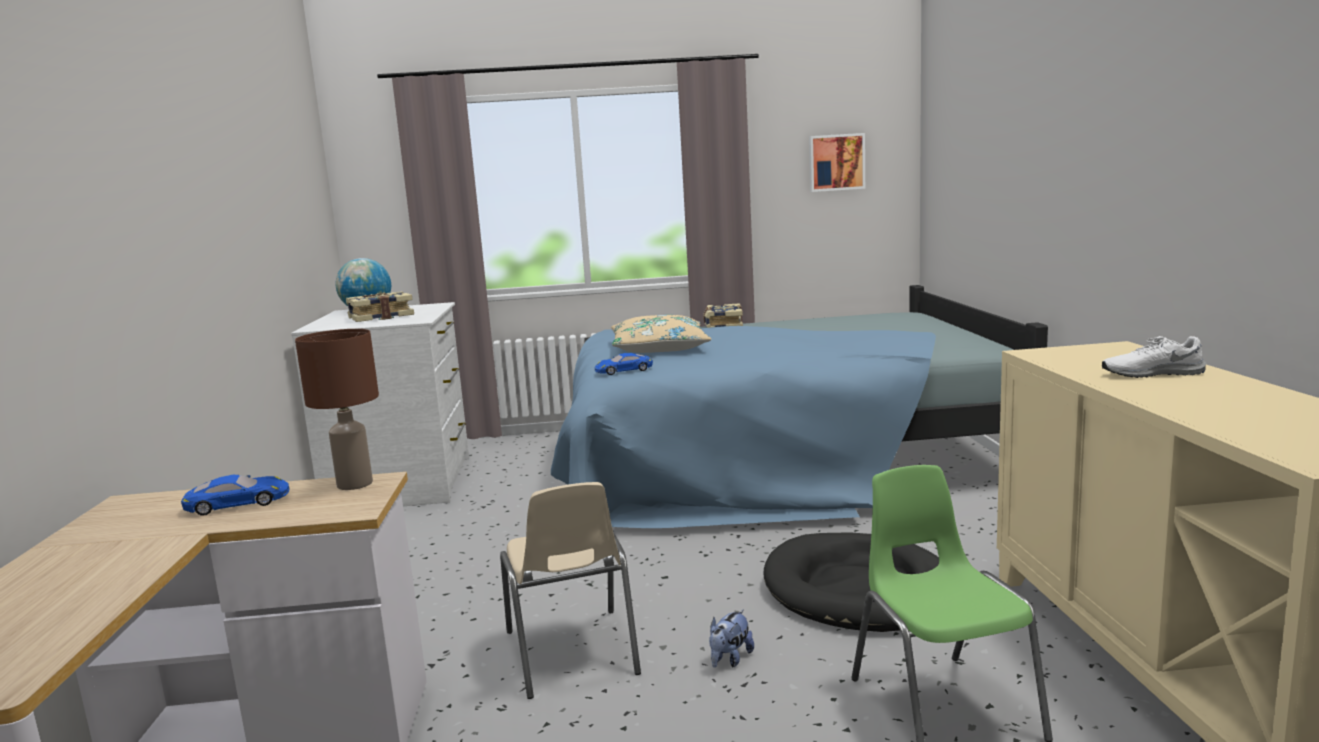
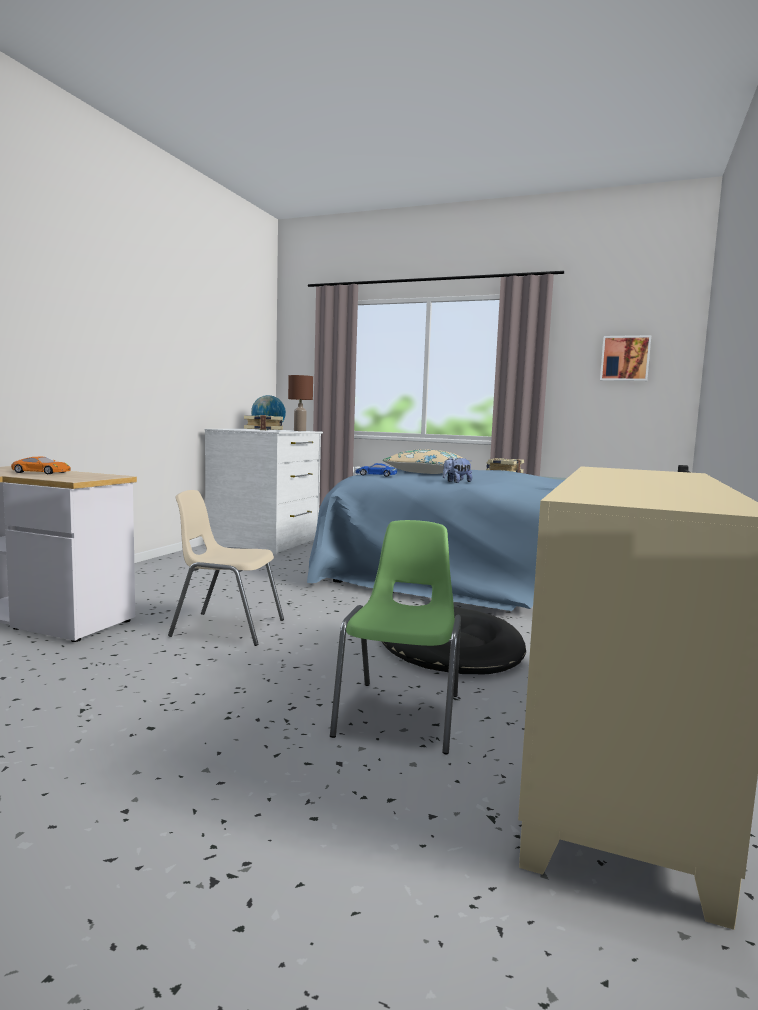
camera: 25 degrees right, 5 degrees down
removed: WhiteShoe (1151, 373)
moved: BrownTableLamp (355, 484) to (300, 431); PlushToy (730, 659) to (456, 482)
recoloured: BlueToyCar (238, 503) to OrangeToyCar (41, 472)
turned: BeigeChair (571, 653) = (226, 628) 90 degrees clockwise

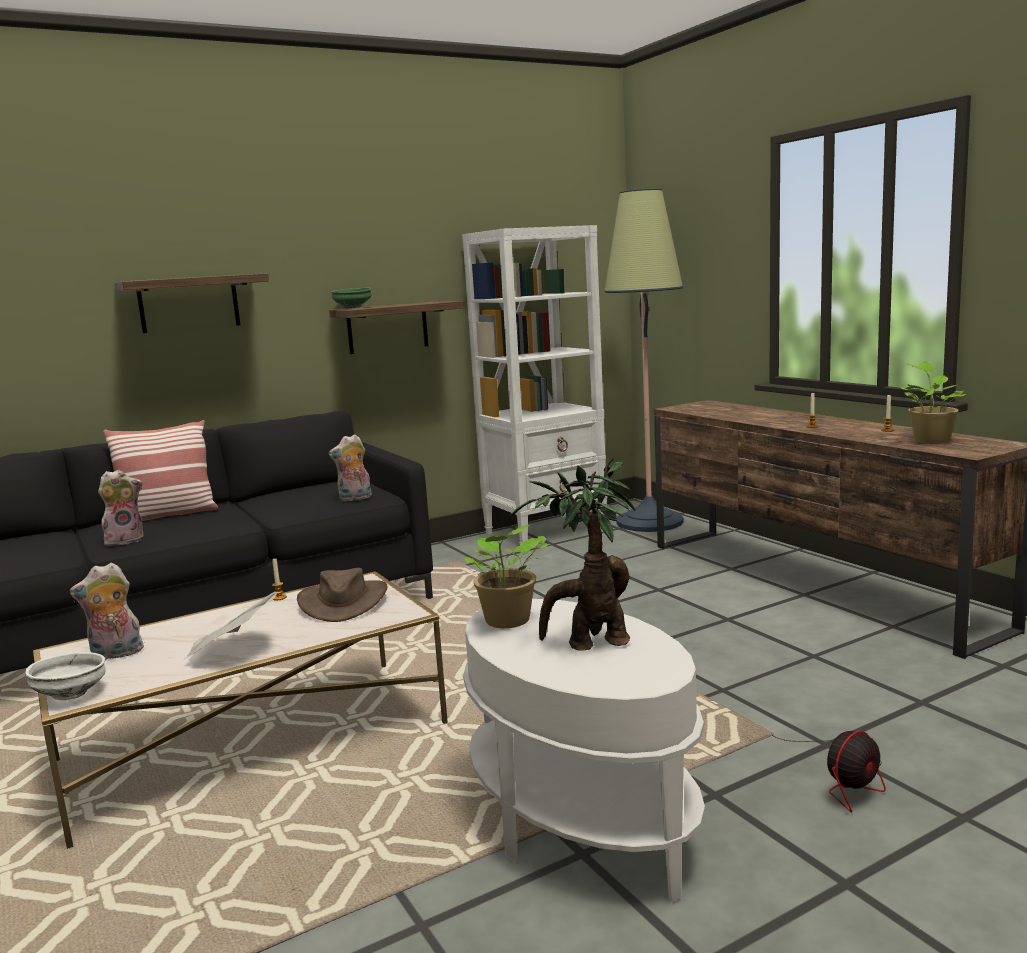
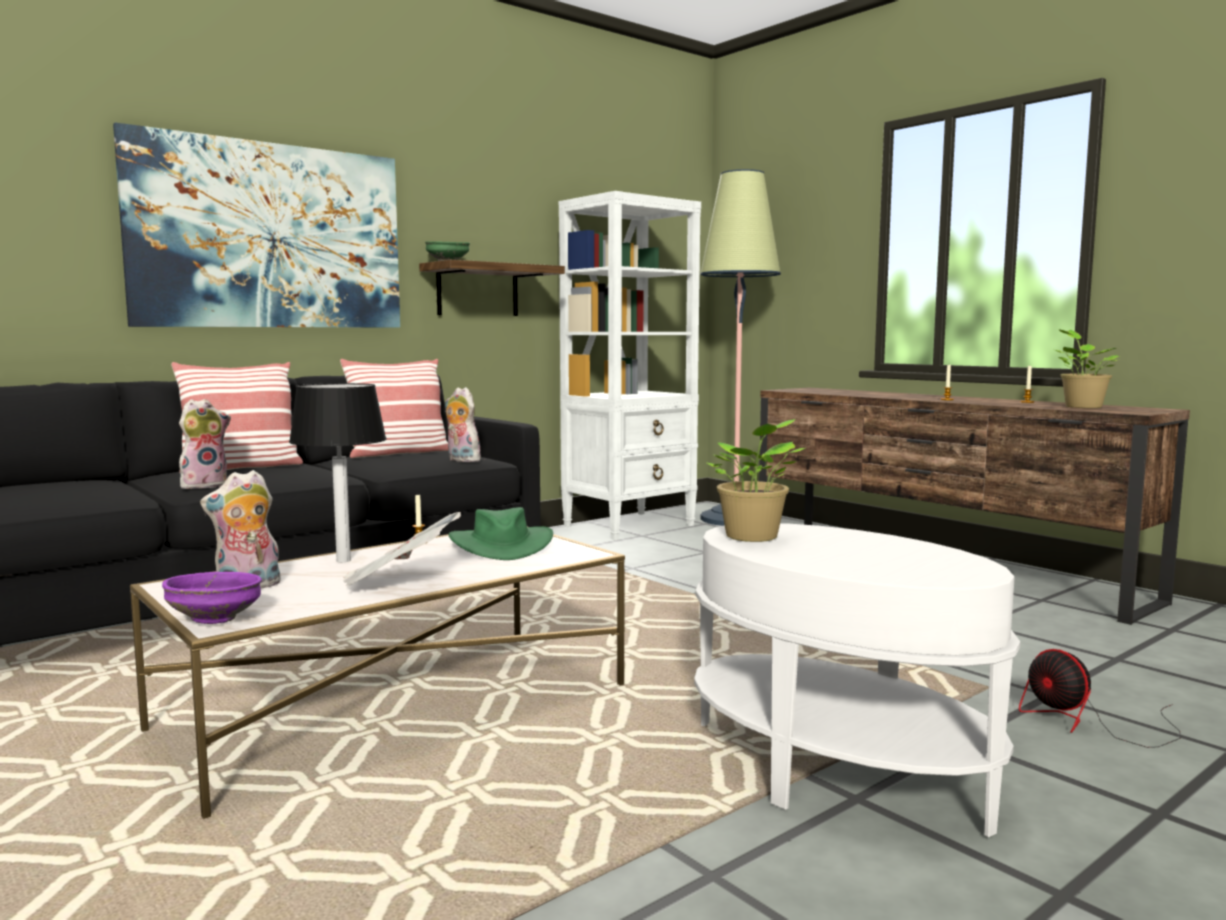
camera: 10 degrees left, 5 degrees down
removed: PottedPlant (590, 643)
added: Pillow (398, 453); TableLamp (344, 560)
replaced: Shelf (189, 304) to Picture (270, 236)
recoloured: BrownHat (343, 602) to GreenHat (501, 545); WhiteBowl (72, 694) to PurpleBowl (216, 619)
turned: PlushToy (355, 499) = (461, 460) 75 degrees clockwise; Fan (845, 779) = (1091, 723) 105 degrees clockwise

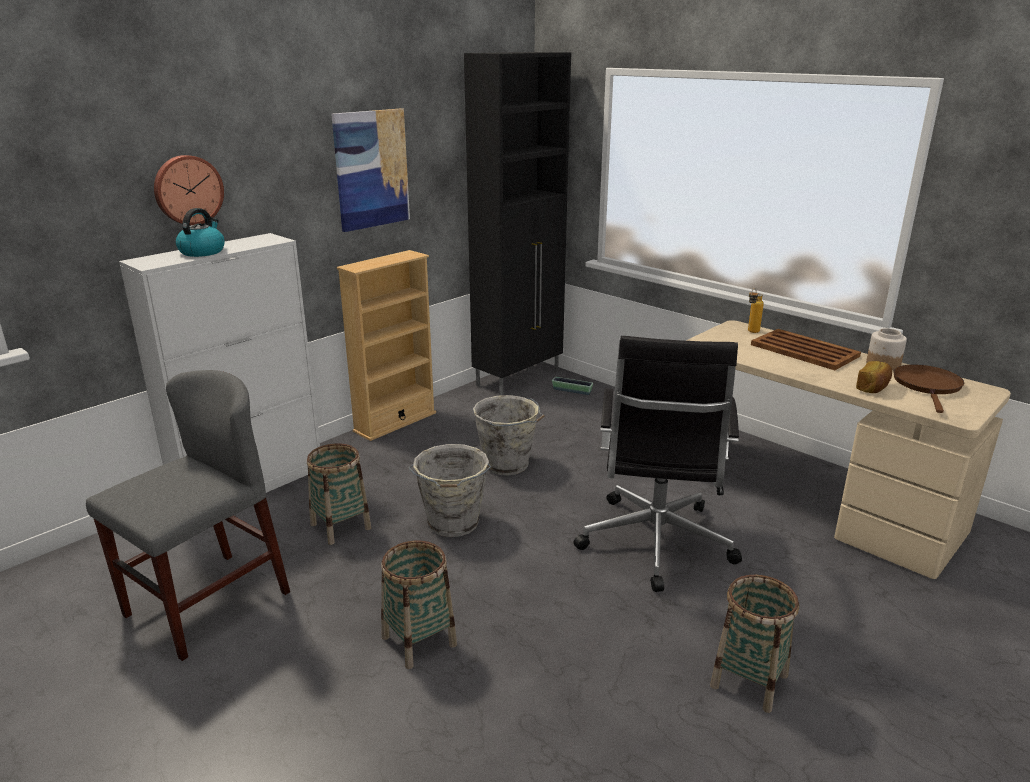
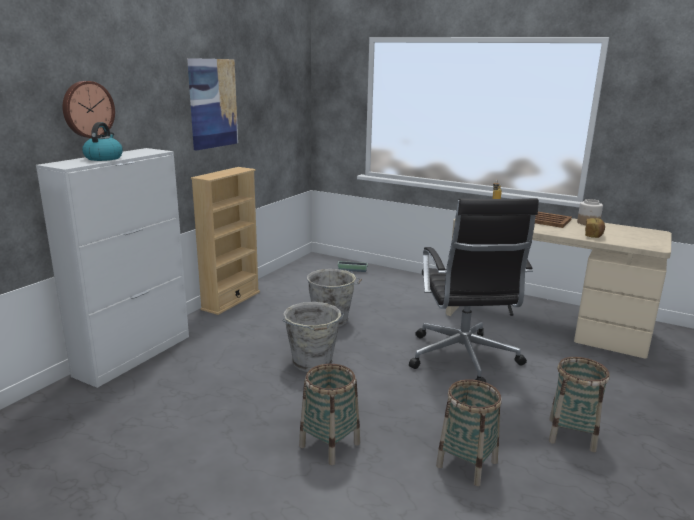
camera: 15 degrees left, 5 degrees down
removed: BlackCabinet (519, 378); BrownFryingPan (927, 386); GreyChair (207, 604)
moved: Basket (340, 526) to (466, 463)

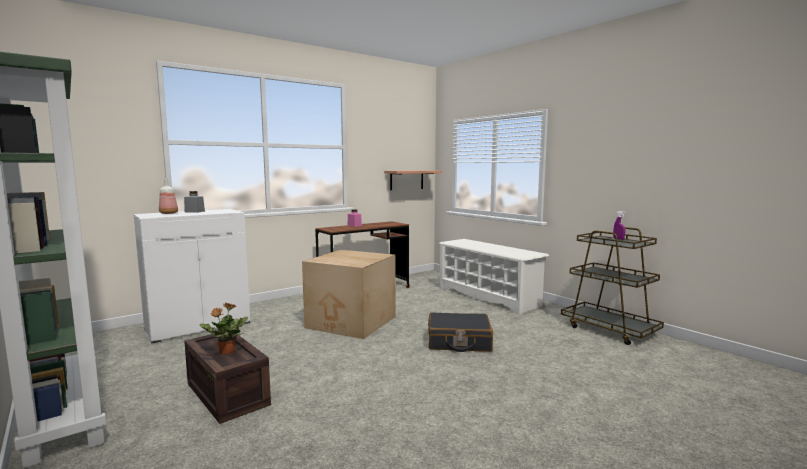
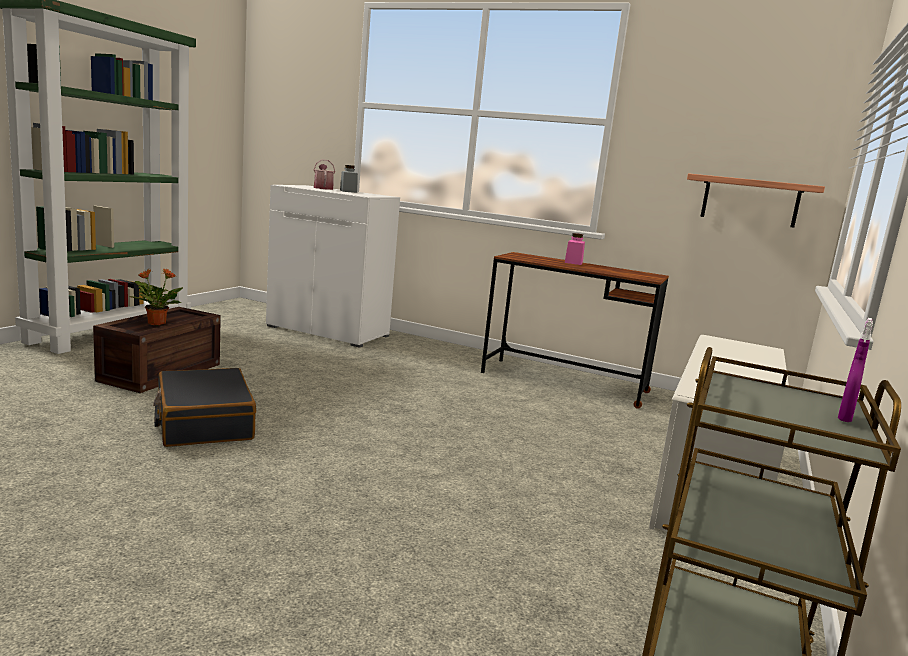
camera: 60 degrees right, 5 degrees up
removed: CardboardBox (351, 322)
moved: BlackSuitcase (459, 342) to (204, 422)
replaced: Bottle (168, 213) to WateringCan (323, 188)

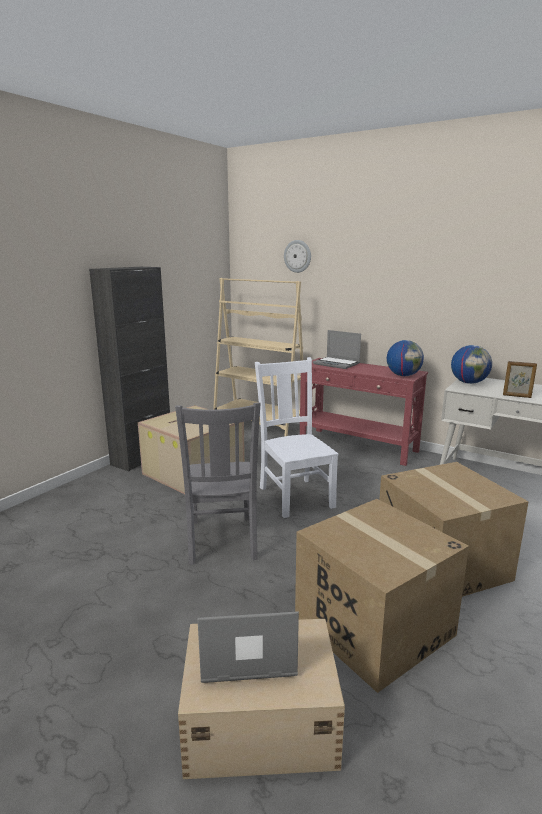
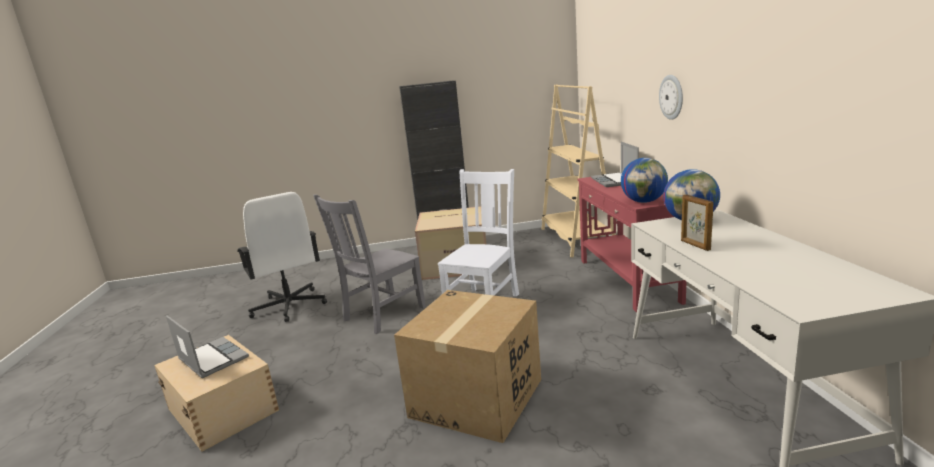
camera: 50 degrees right, 0 degrees up
removed: CardboardBox (373, 626)
added: WhiteOfficeChair (289, 306)
moved: WallClock (297, 256) to (672, 97)

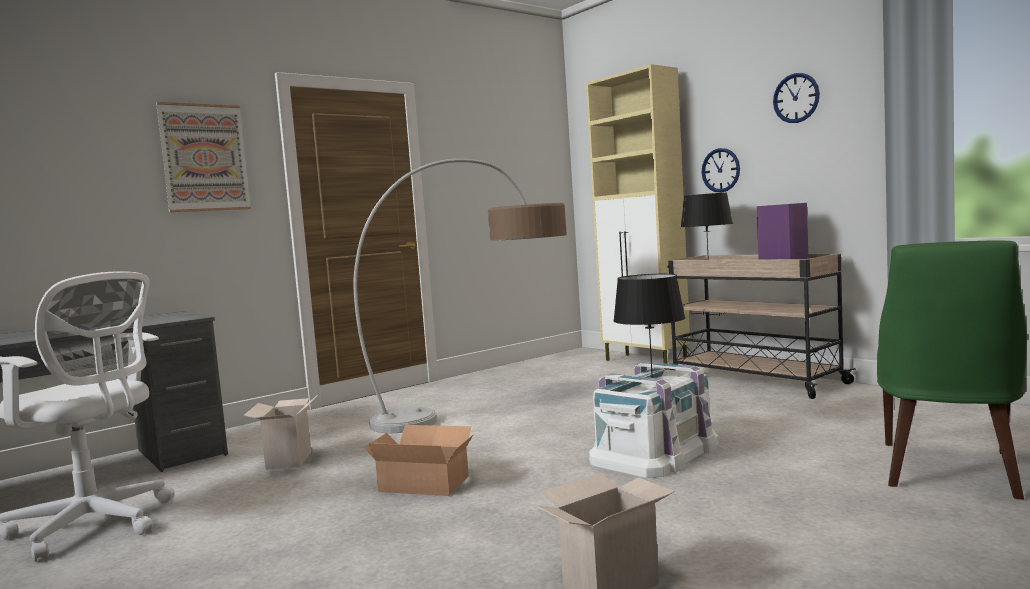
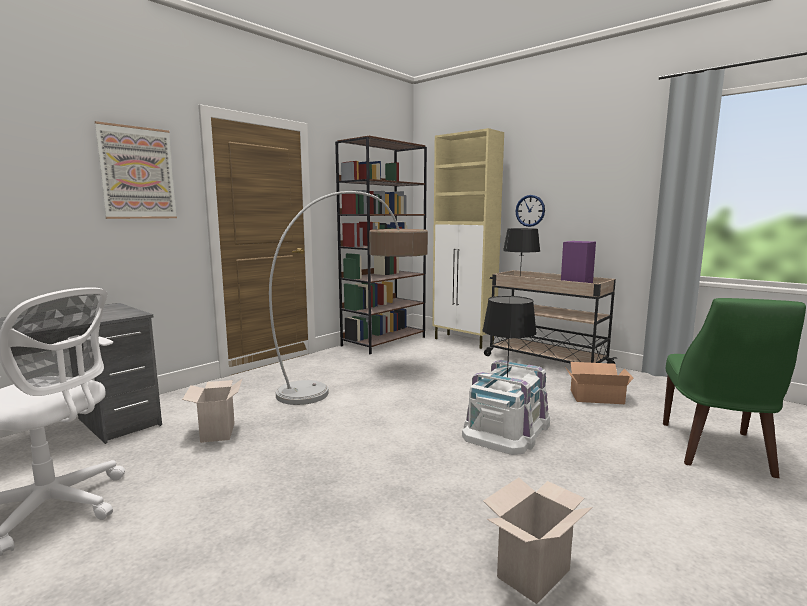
camera: 10 degrees left, 5 degrees up
removed: WallClock (796, 98)
added: BrownBookcase (384, 341)
moved: CardboardBox (423, 483) to (595, 396)

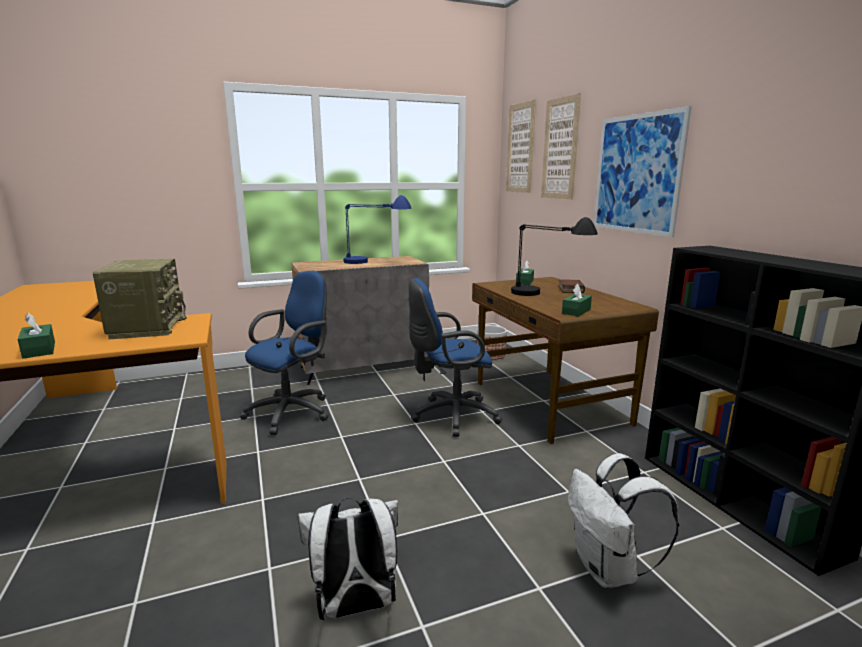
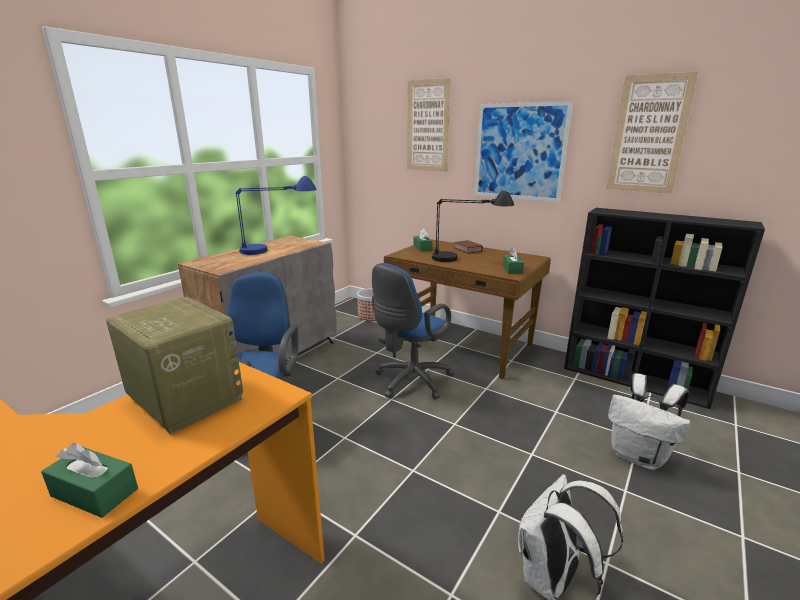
camera: 35 degrees left, 5 degrees up
moved: Picture (520, 148) to (648, 135)

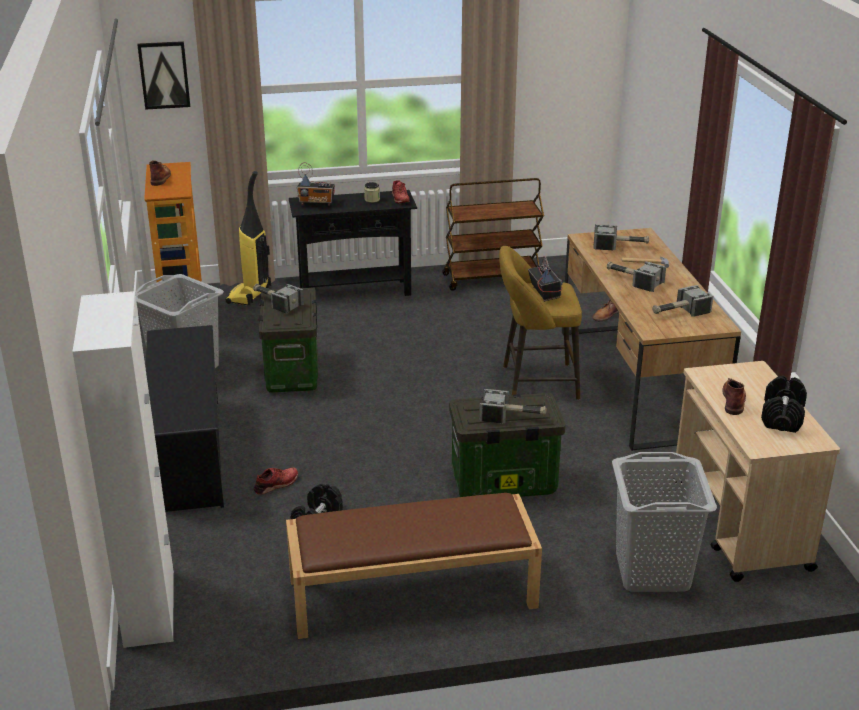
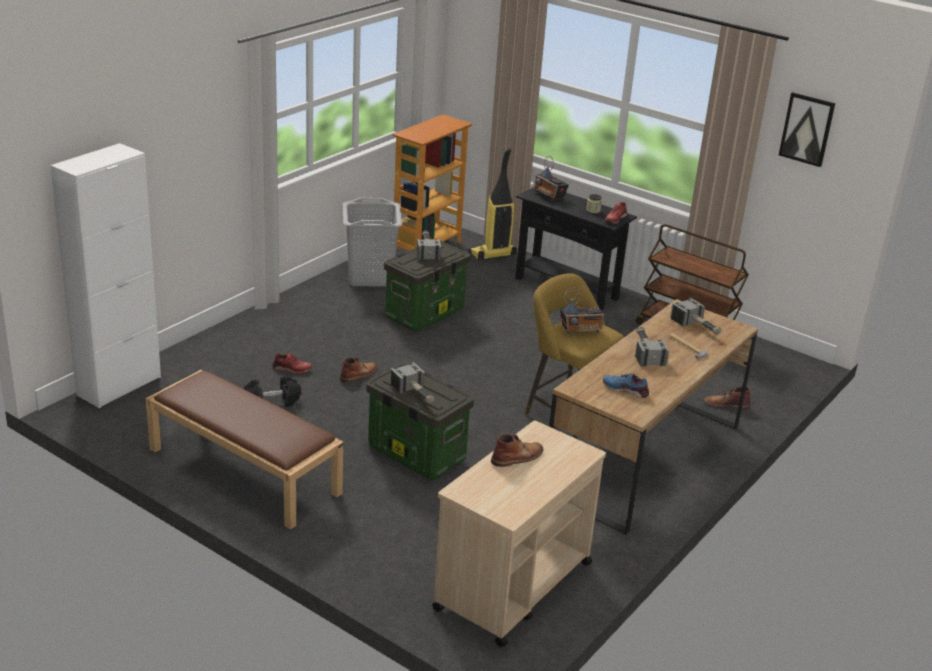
camera: 45 degrees right, 0 degrees up
removed: BlackShoeRack (189, 453); BlackDumbbell (781, 417); GreyLaundryBasket (653, 570)
moved: Picture (164, 75) to (807, 129); BrownBoot (160, 177) to (359, 374)
replaced: Hammer (678, 312) to BlueShoe (625, 389)
turned: Radio (544, 293) = (581, 330) 45 degrees clockwise

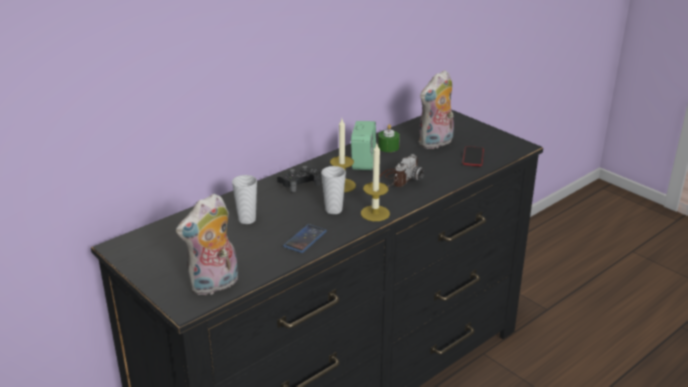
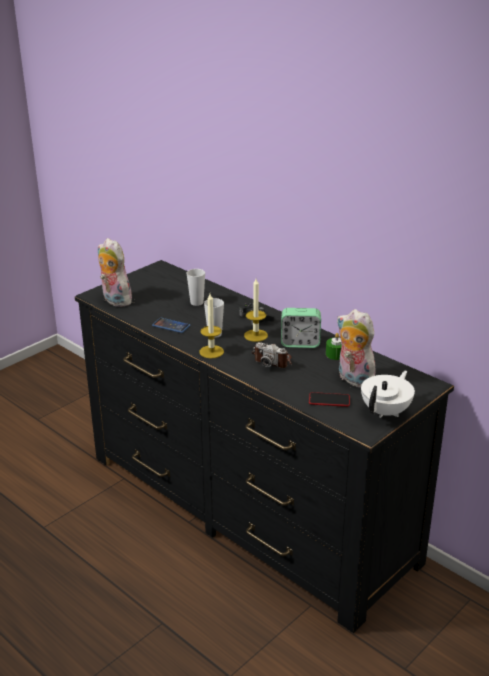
camera: 85 degrees right, 0 degrees up
added: WhiteTeapot (386, 411)

